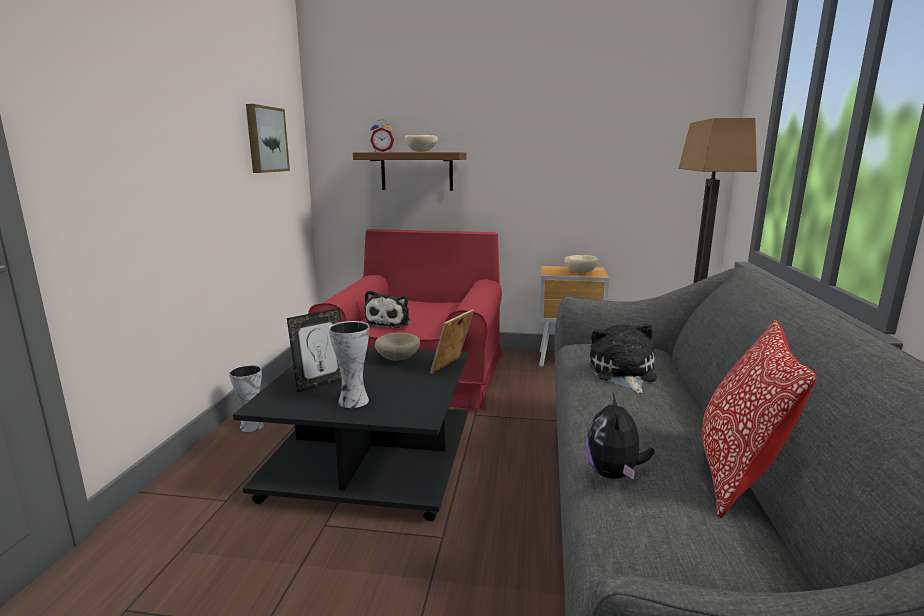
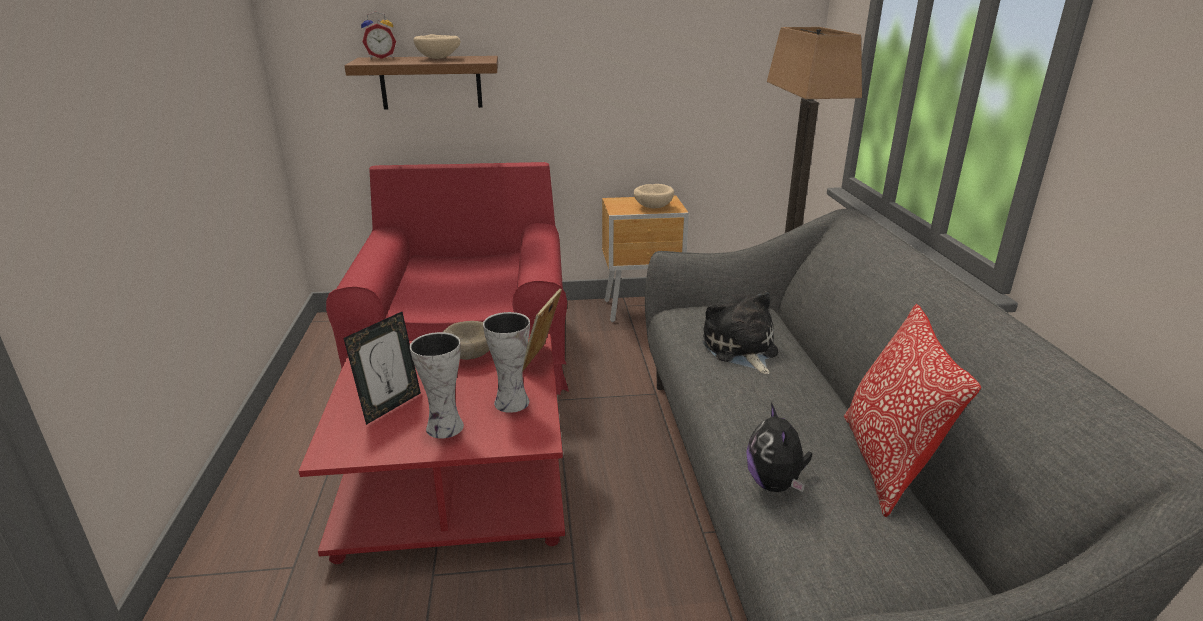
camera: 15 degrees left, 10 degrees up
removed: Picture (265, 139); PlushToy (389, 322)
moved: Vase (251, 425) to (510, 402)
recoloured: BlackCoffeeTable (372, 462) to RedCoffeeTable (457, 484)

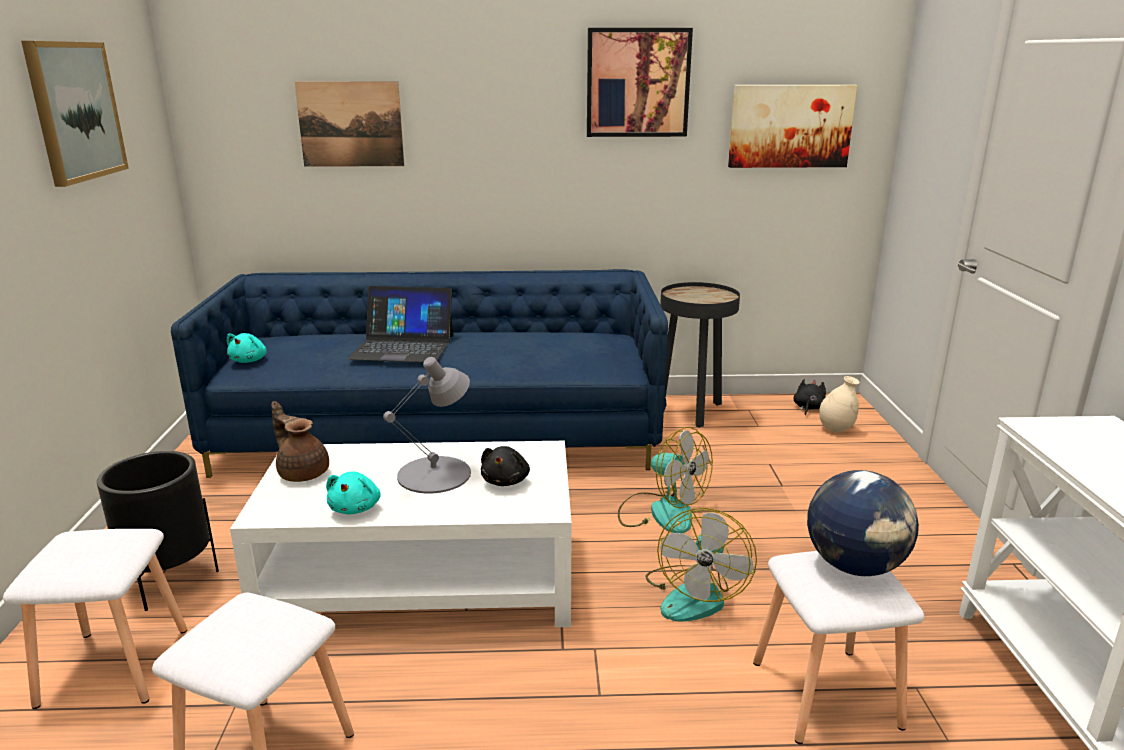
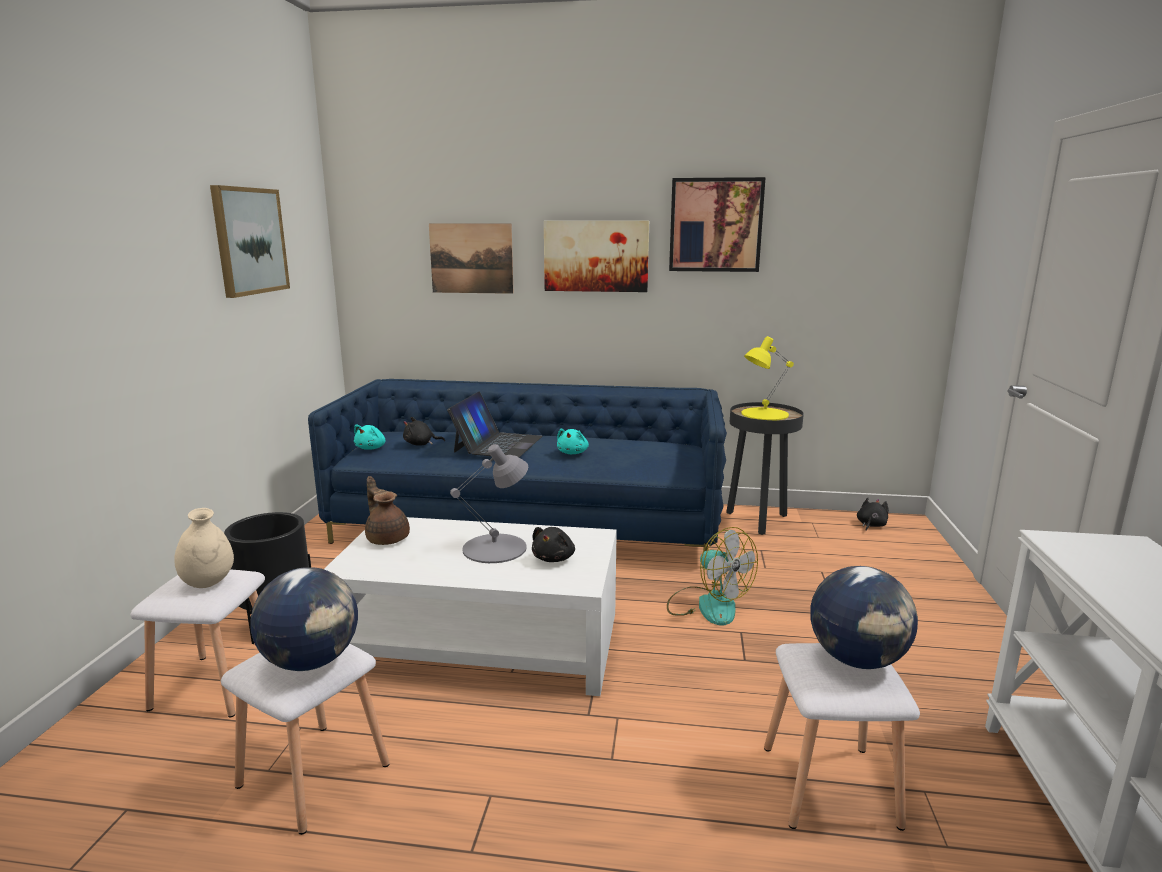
camera: 10 degrees right, 5 degrees down
removed: Fan (695, 594)
added: YellowTableLamp (763, 414); BlackPlushToy (421, 444); Globe (311, 661)
moved: Picture (790, 126) to (596, 256); BeigeVase (836, 429) to (208, 583); TurquoisePlushToy (356, 508) to (573, 453)
turned: Laptop (403, 347) = (497, 444) 90 degrees counterclockwise

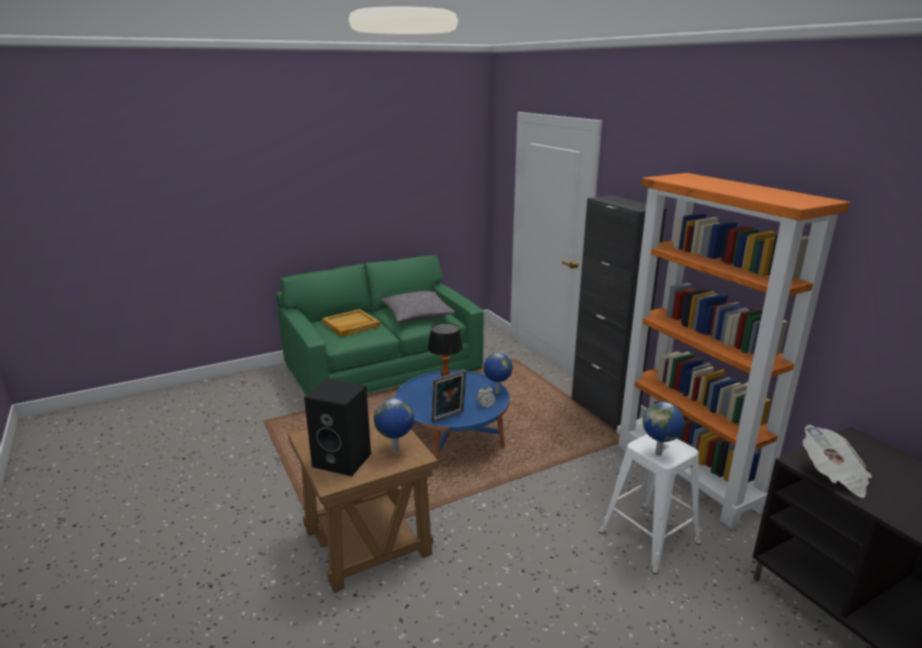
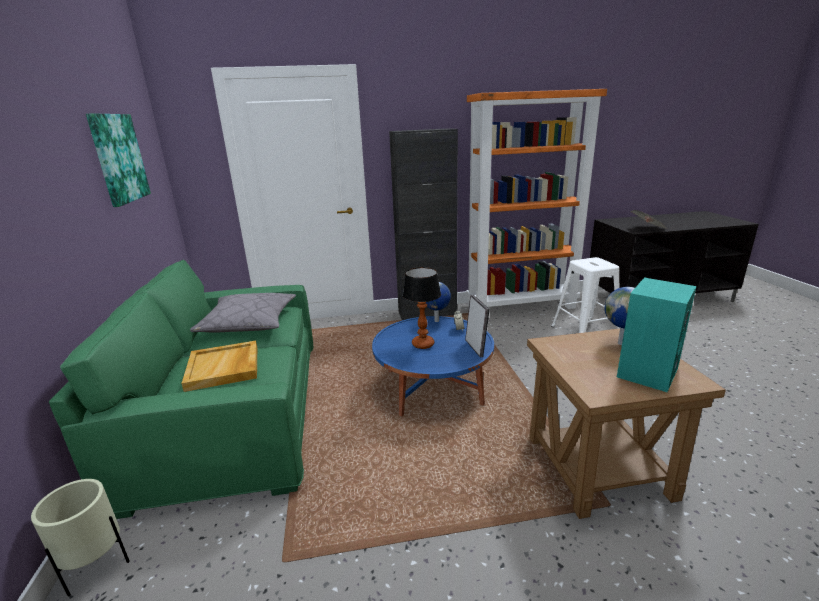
camera: 70 degrees left, 0 degrees up
removed: Globe (659, 454)
added: Picture (118, 158); BeigePlanter (98, 568)
recoloured: BlackSpeaker (343, 460) to TurquoiseSpeaker (646, 372)

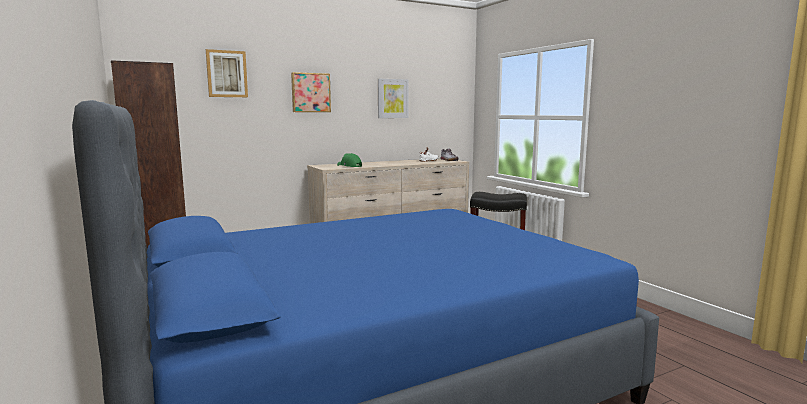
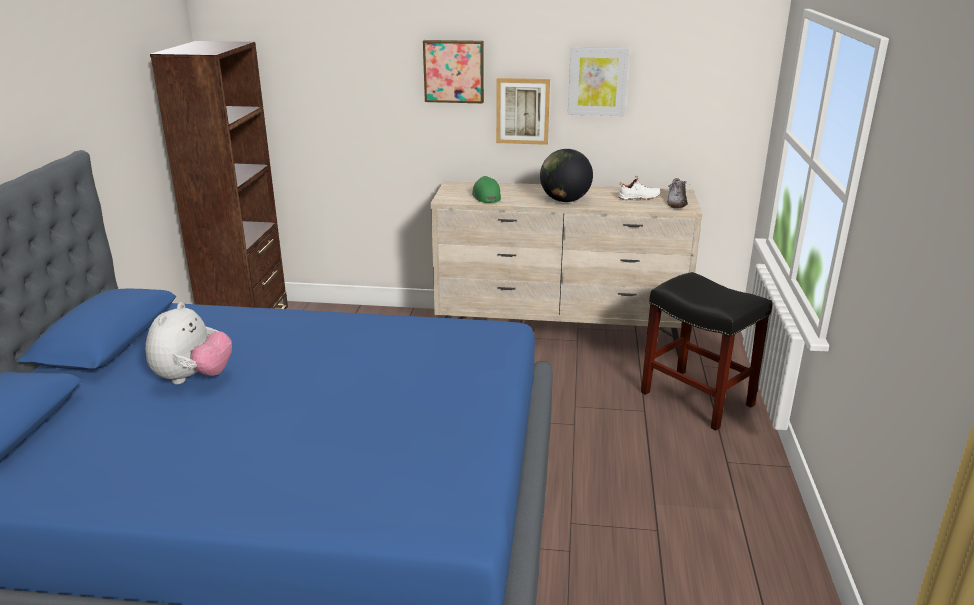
camera: 35 degrees right, 15 degrees up
added: Globe (565, 200); PlushToy (193, 378)
moved: Picture (227, 74) to (522, 111)

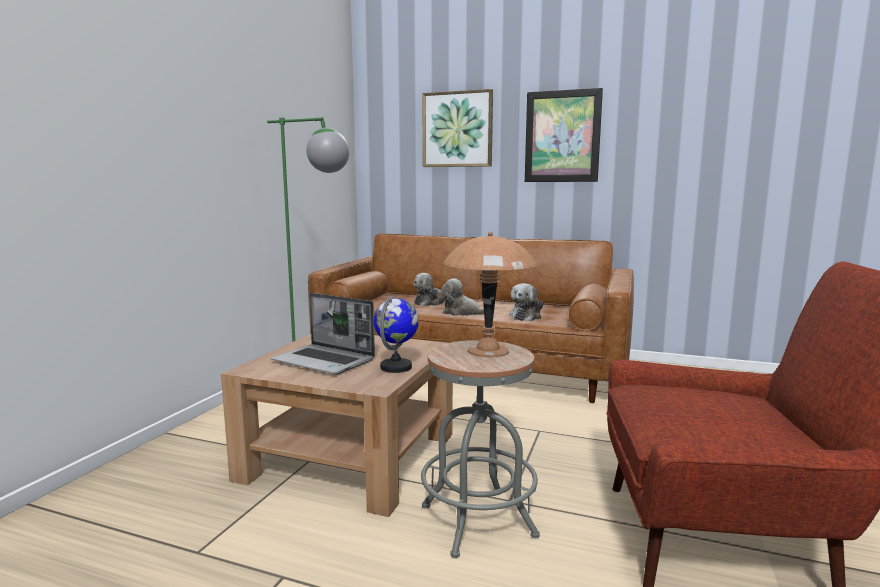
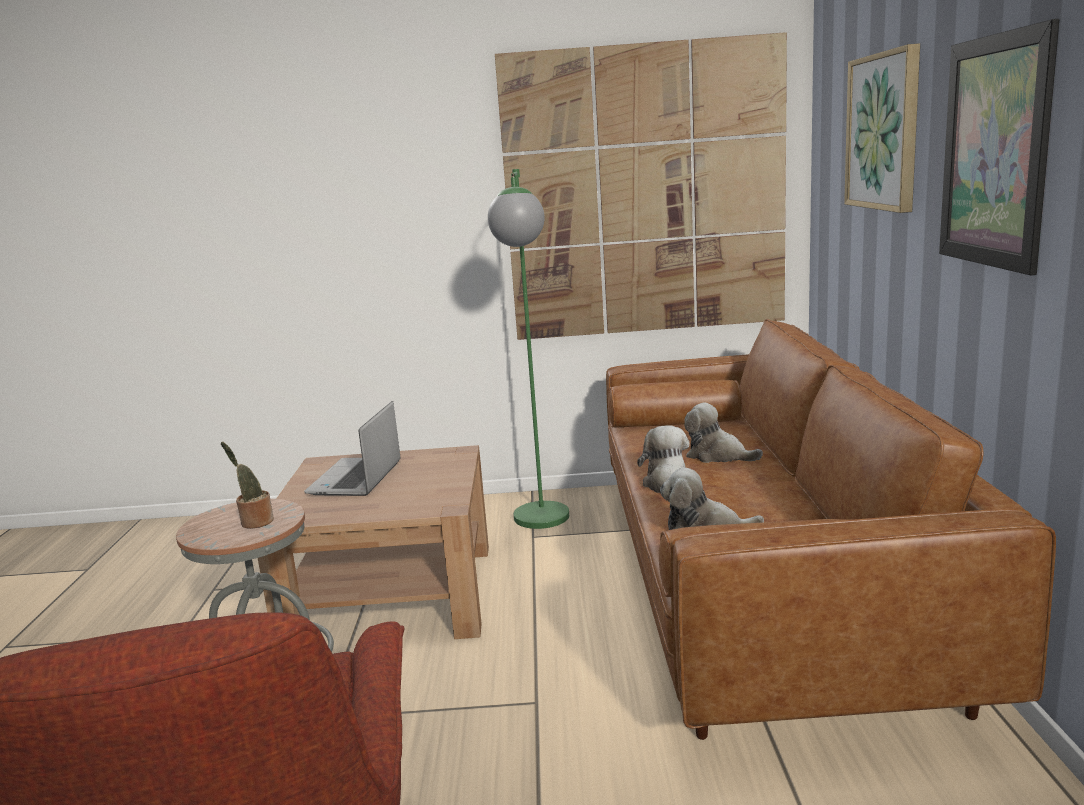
camera: 70 degrees right, 5 degrees up
removed: Globe (396, 367)
added: Picture (645, 192)
replaced: BrownTableLamp (487, 350) to PottedPlant (254, 522)

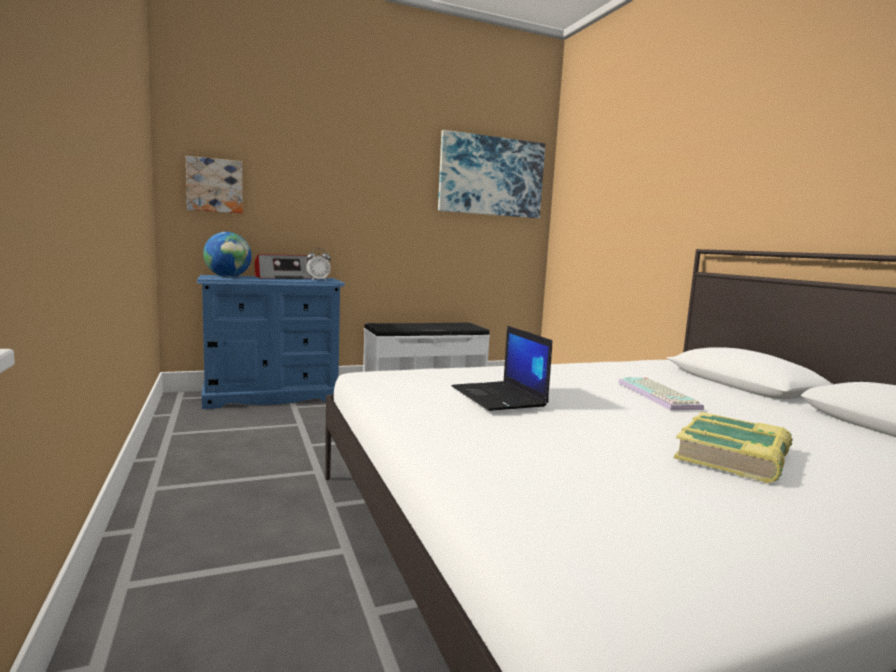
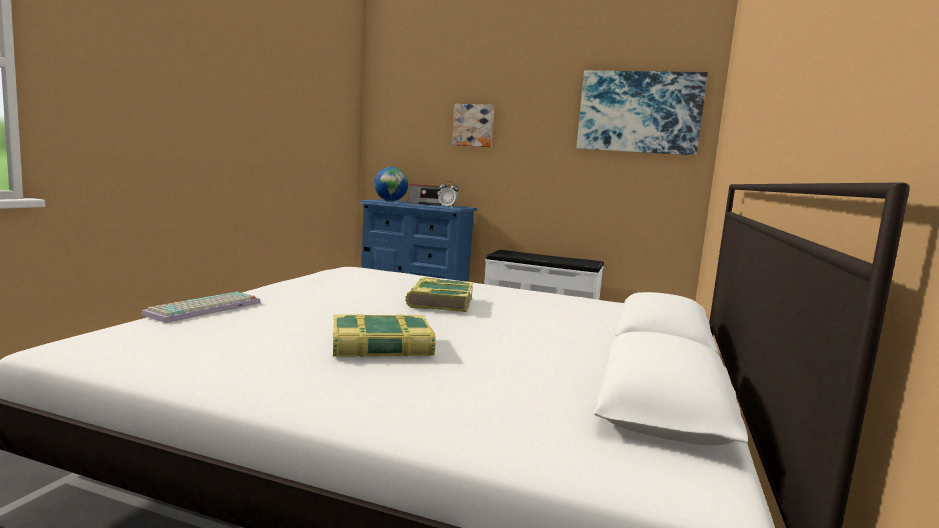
camera: 40 degrees right, 0 degrees up
removed: Laptop (499, 397)
added: Book (440, 302)
moved: Picture (215, 185) to (473, 125); Keyboard (660, 395) to (205, 309)

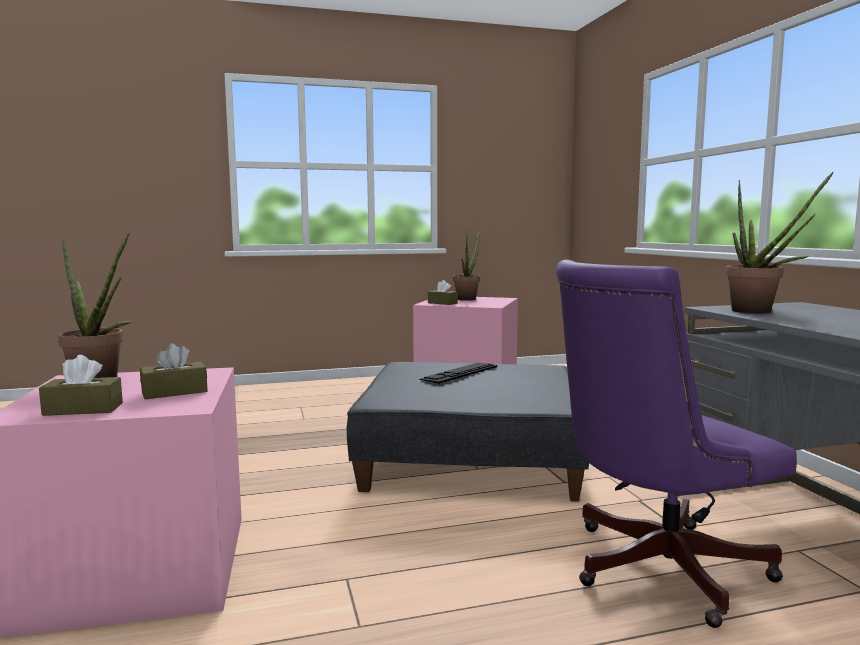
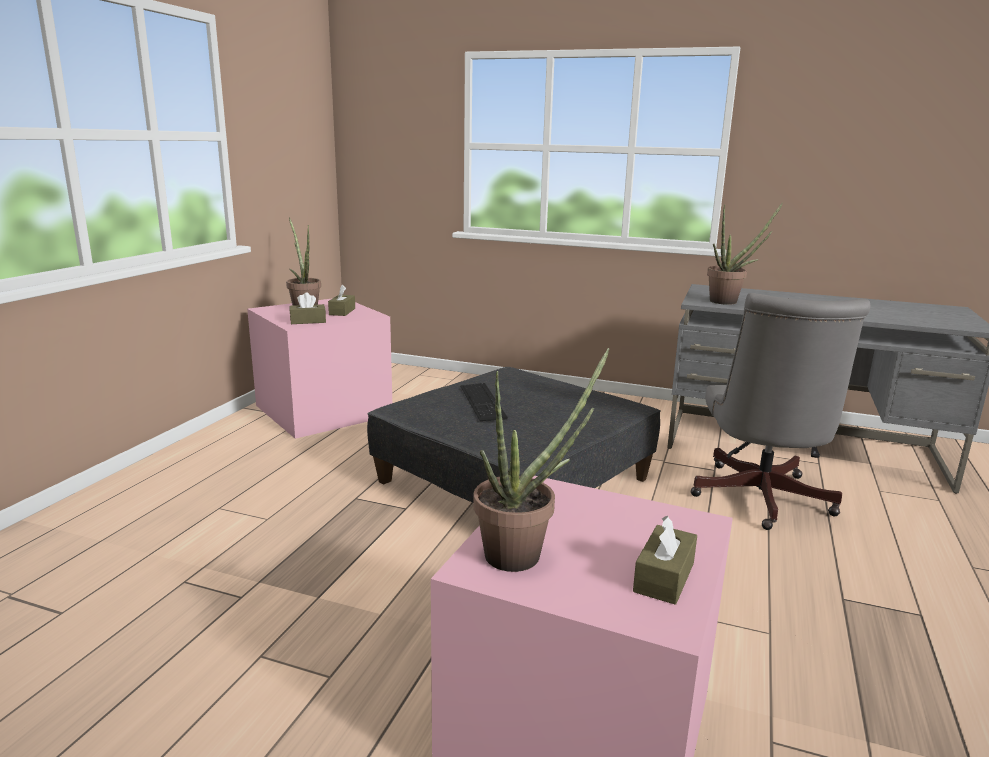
camera: 55 degrees left, 10 degrees up
moved: BrownTissueBox (174, 392) to (342, 311)
recoloured: PurpleOfficeChair (654, 568) to GreyOfficeChair (760, 500)

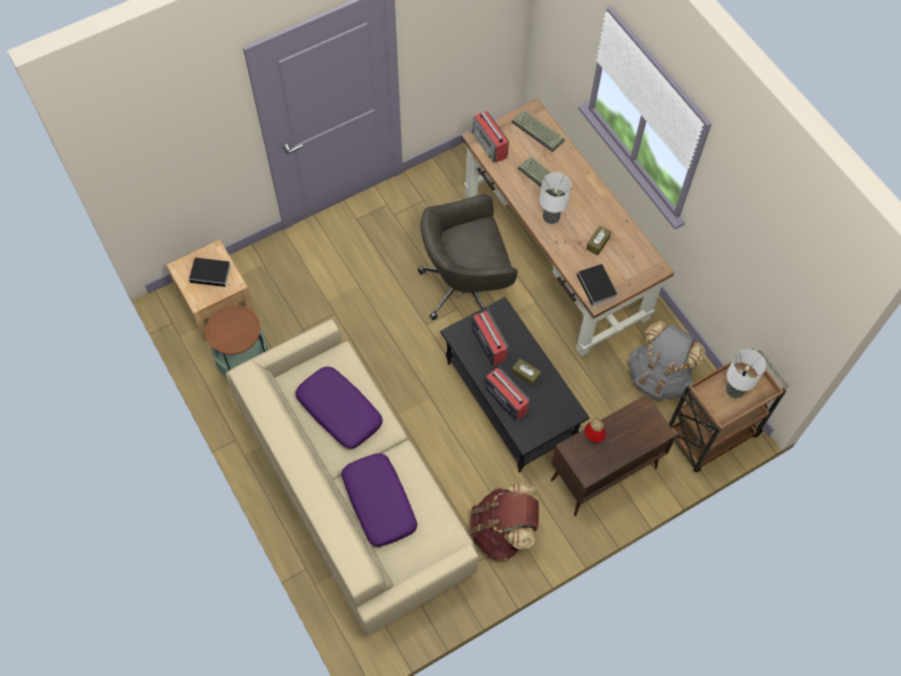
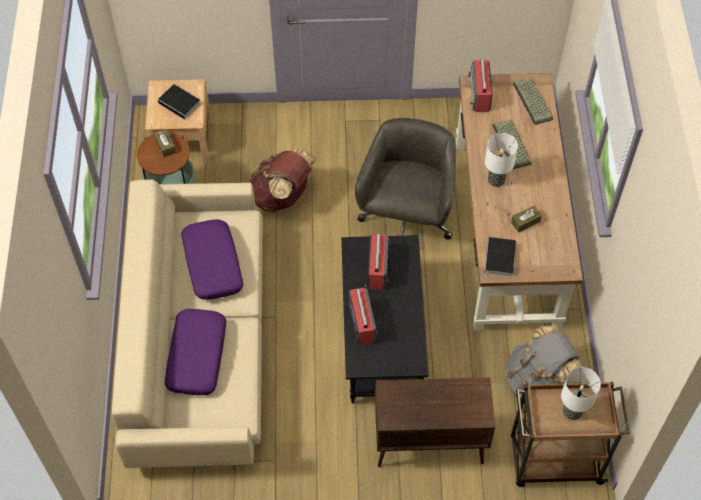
camera: 30 degrees right, 5 degrees down
removed: Bottle (594, 435)
moved: BrownTissueBox (525, 374) to (165, 146); BrownBackpack (503, 531) to (282, 196)
turned: GreyOfficeChair (466, 286) = (406, 221) 90 degrees clockwise

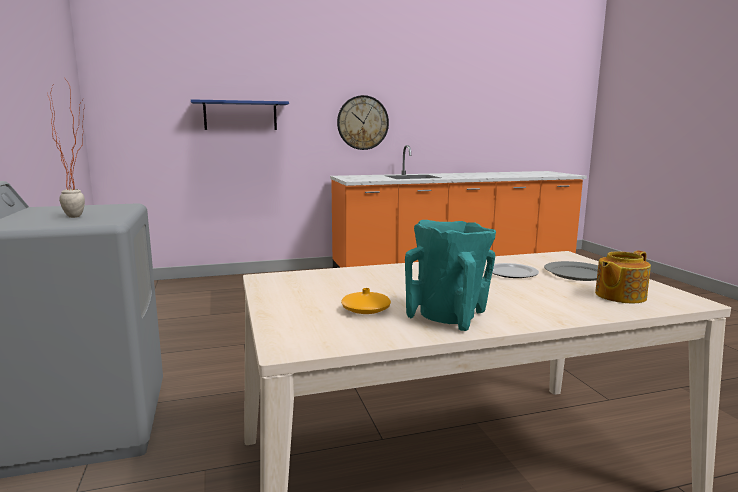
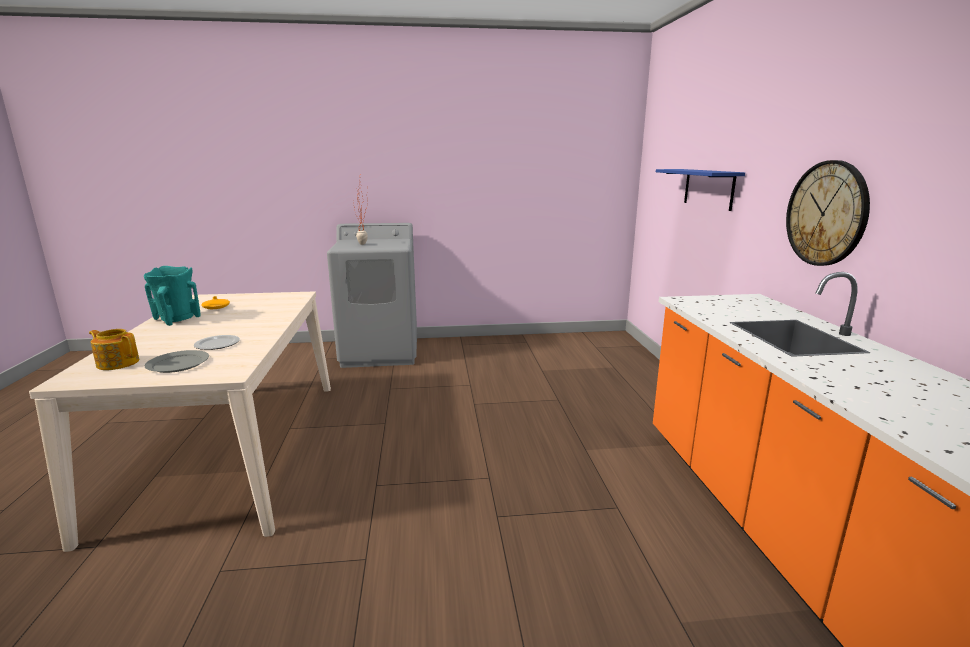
camera: 100 degrees right, 5 degrees up
turned: Teapot (619, 296) = (118, 363) 45 degrees counterclockwise

